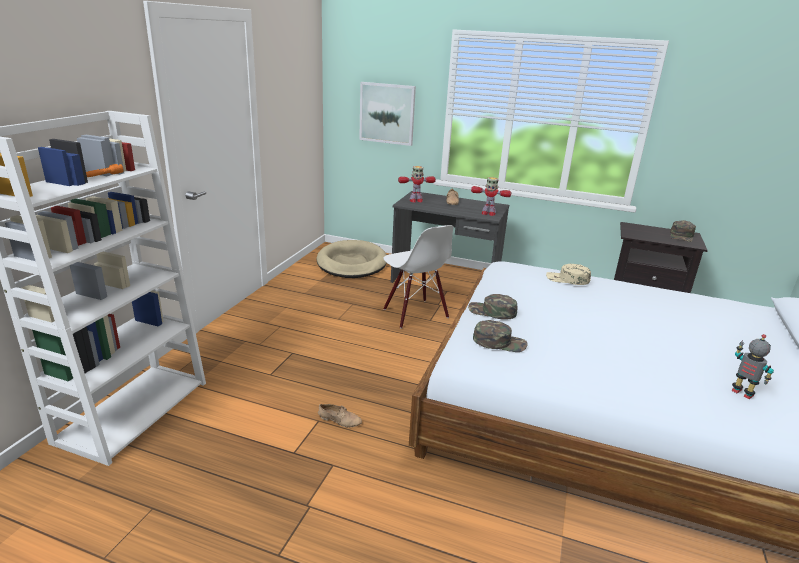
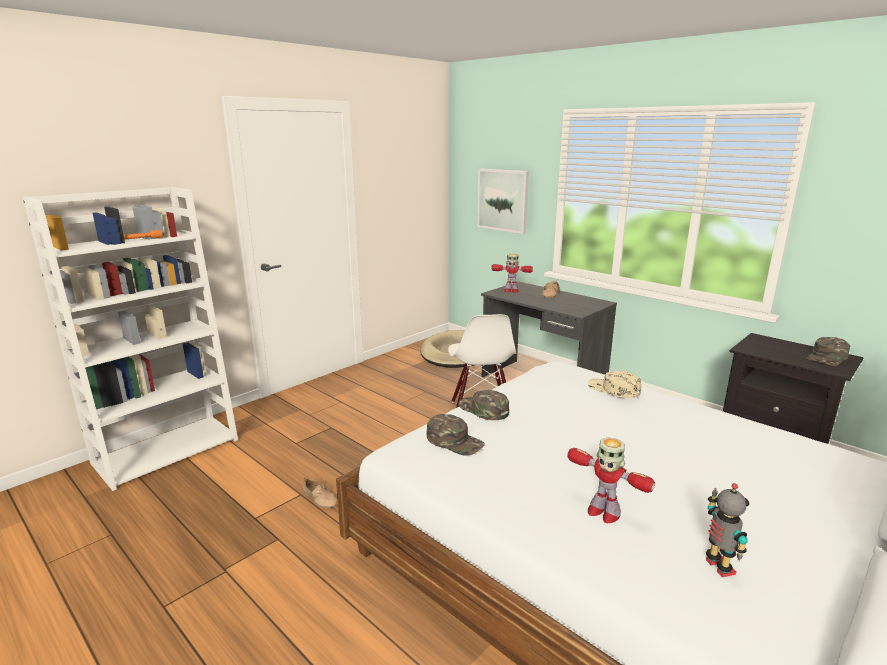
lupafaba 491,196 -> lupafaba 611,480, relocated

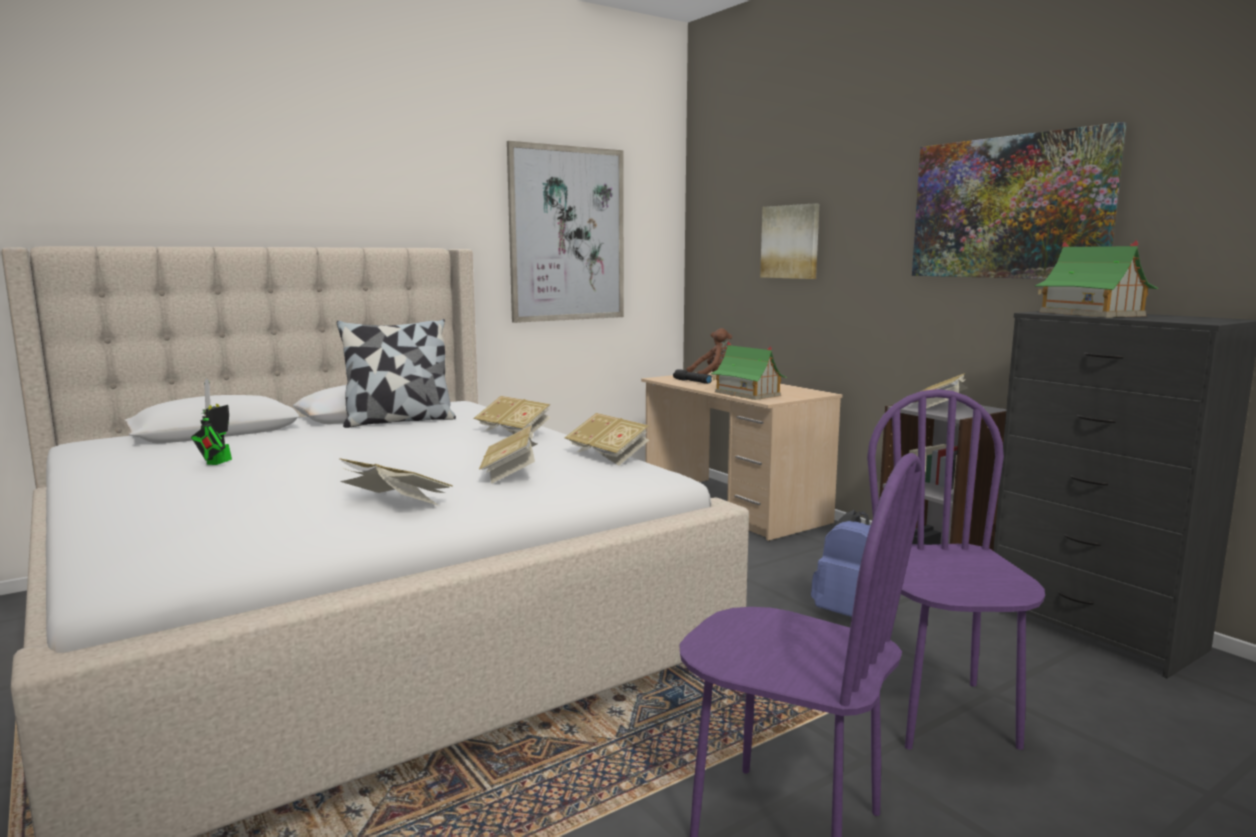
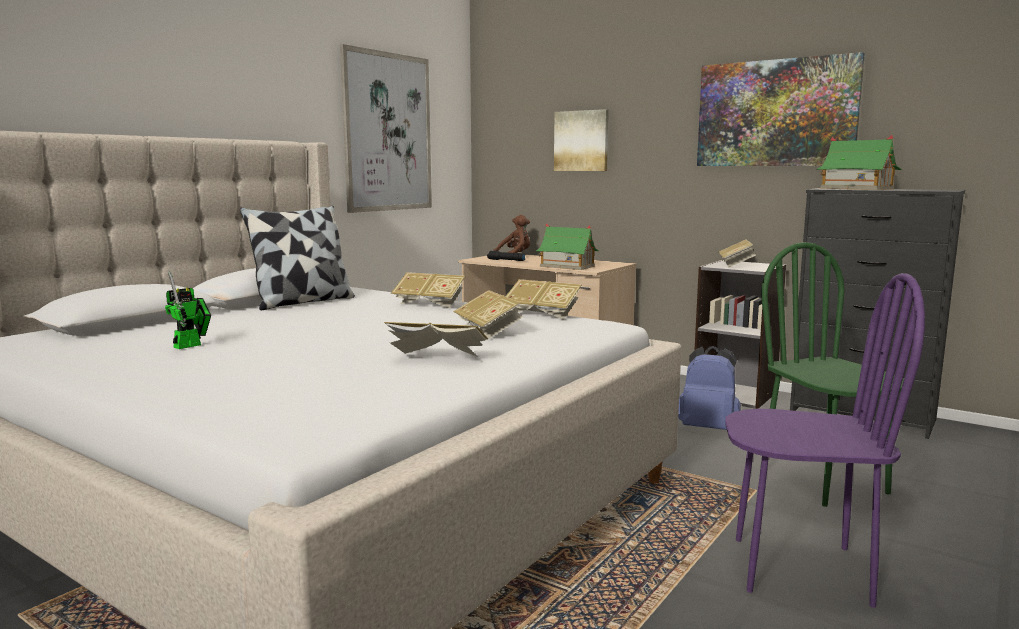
lupafaba 211,421 -> lupafaba 188,309, 135 degrees counterclockwise
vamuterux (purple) 956,569 -> vamuterux (green) 832,374

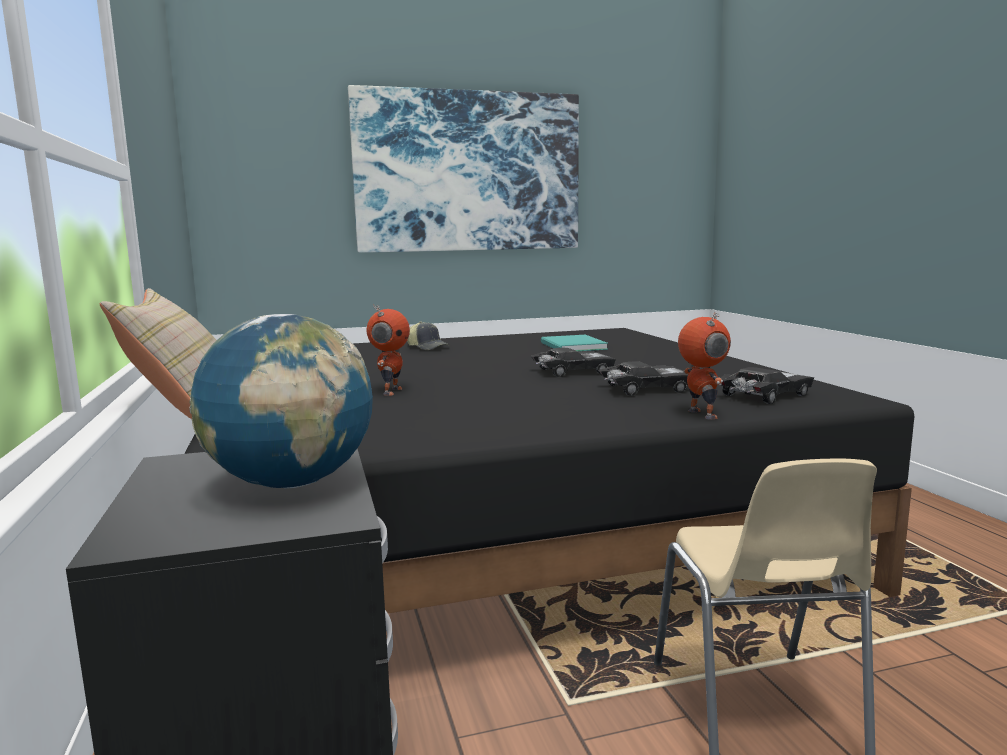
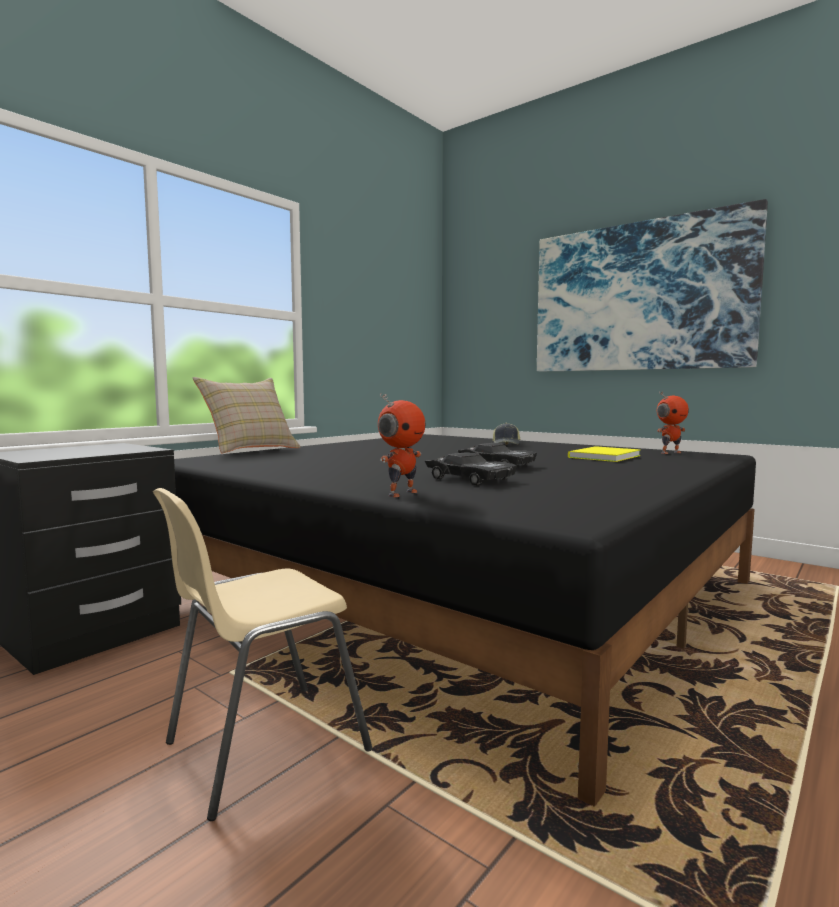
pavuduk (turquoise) 574,343 -> pavuduk (yellow) 604,454
lupafaba 388,350 -> lupafaba 673,422, relocated
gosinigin 281,401 -> none
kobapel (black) 766,385 -> none

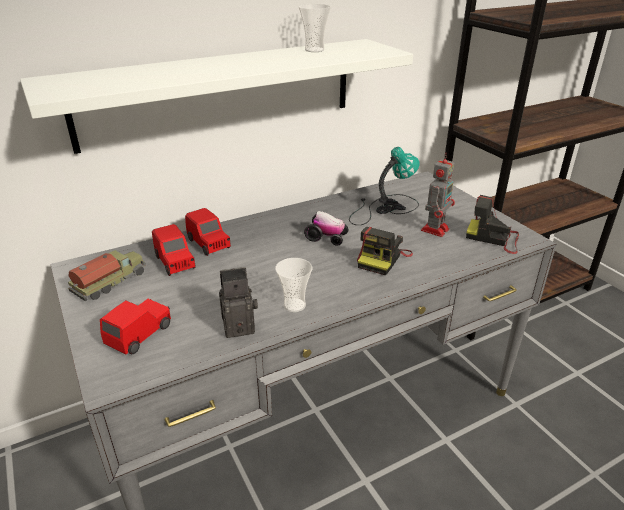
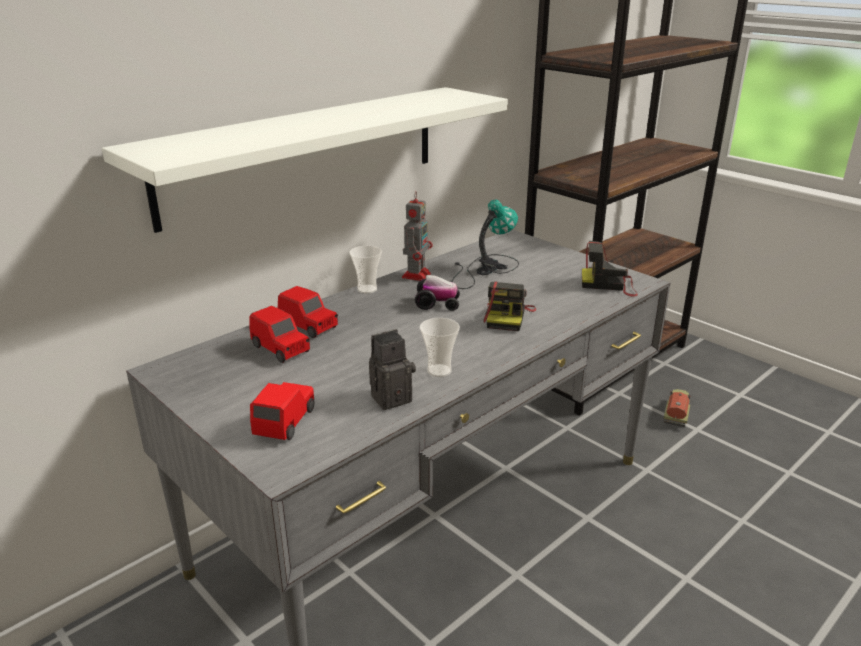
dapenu 315,28 -> dapenu 365,270, relocated
lupafaba 438,194 -> lupafaba 417,236, relocated
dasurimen 107,275 -> dasurimen 677,408, relocated

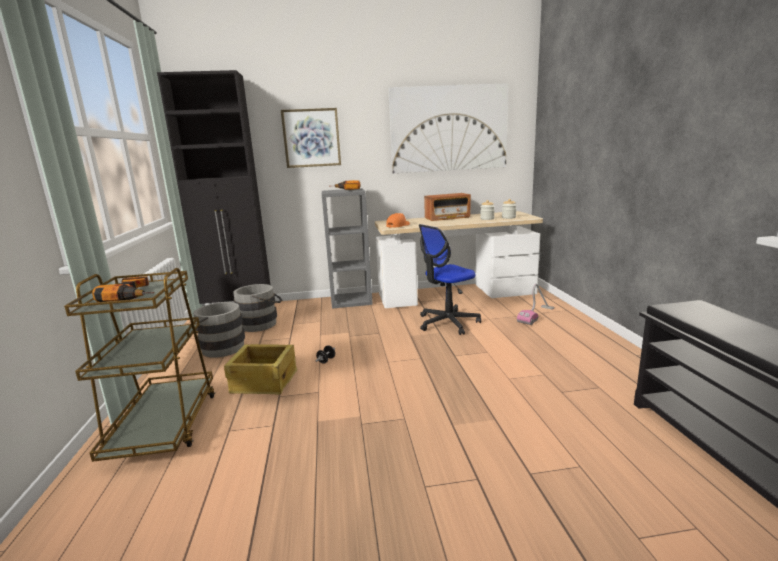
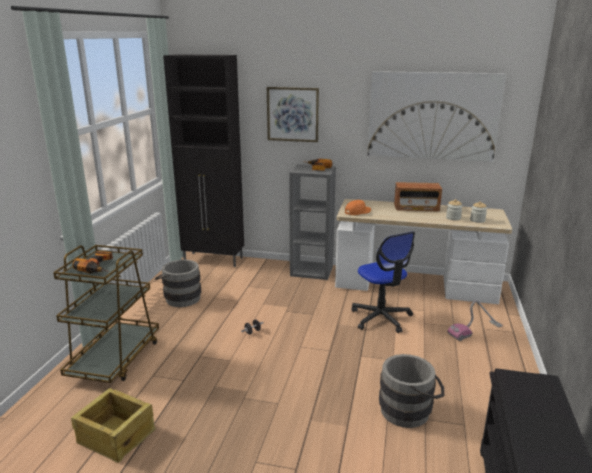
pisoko 260,369 -> pisoko 113,425, relocated
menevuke 450,279 -> menevuke 383,282, 105 degrees counterclockwise
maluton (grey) 257,308 -> maluton (grey) 411,391, relocated

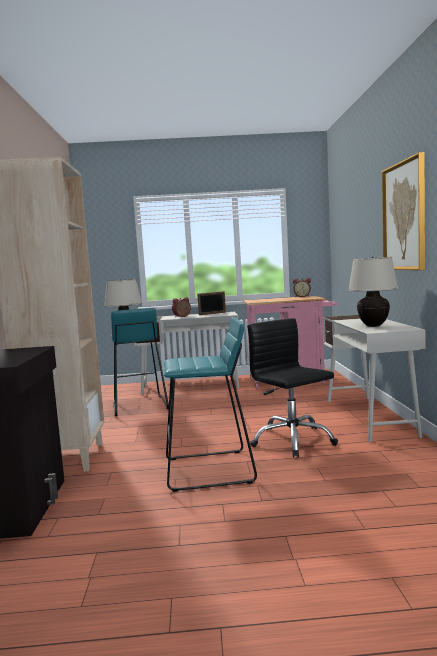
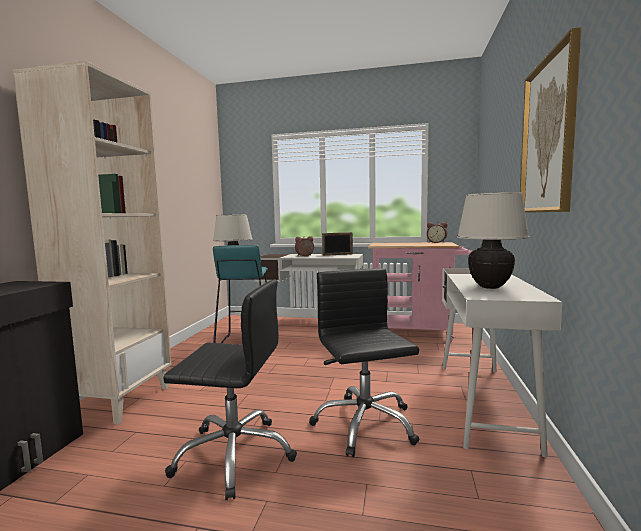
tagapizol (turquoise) 210,404 -> menevuke (black) 230,389

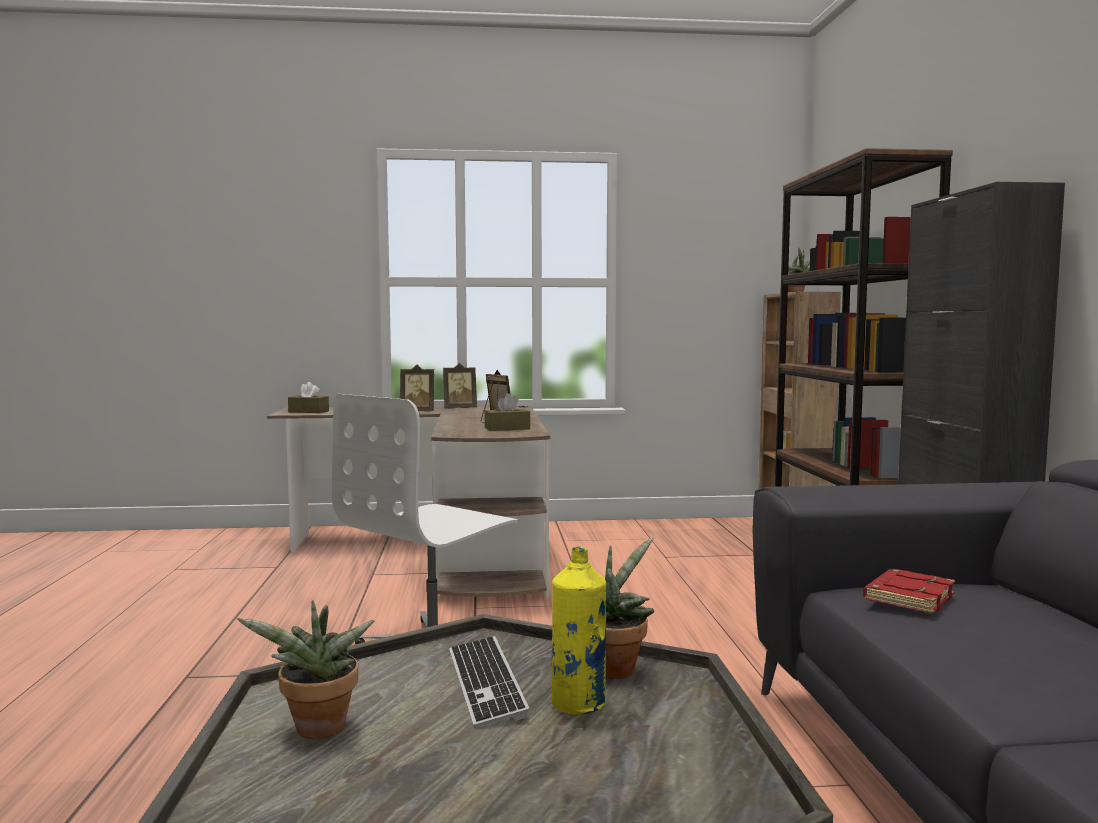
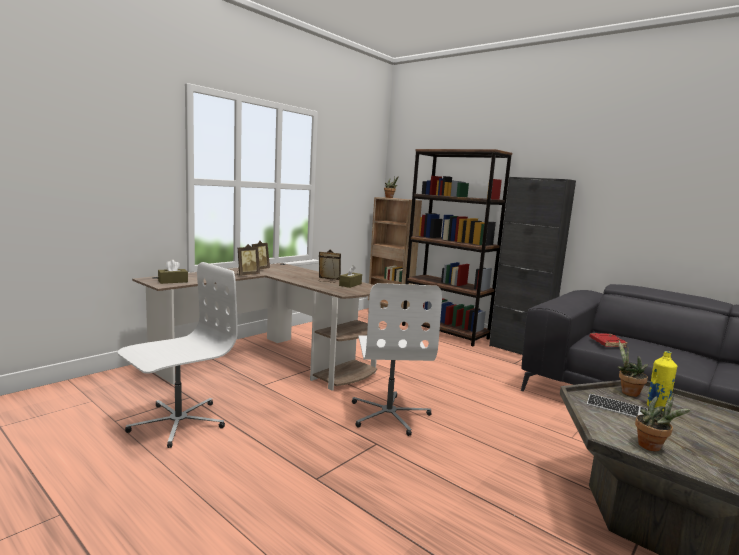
none -> menevuke (white) 178,355

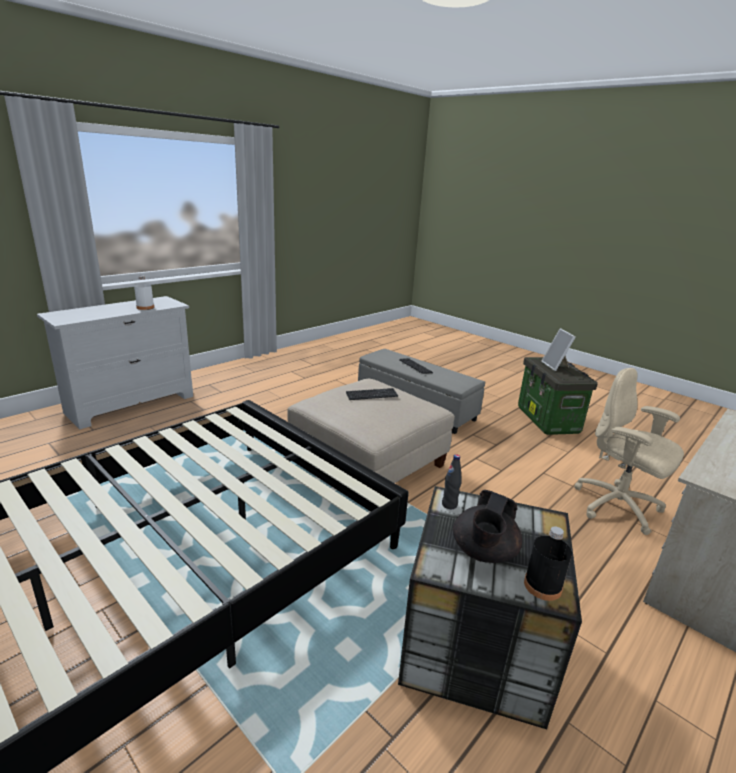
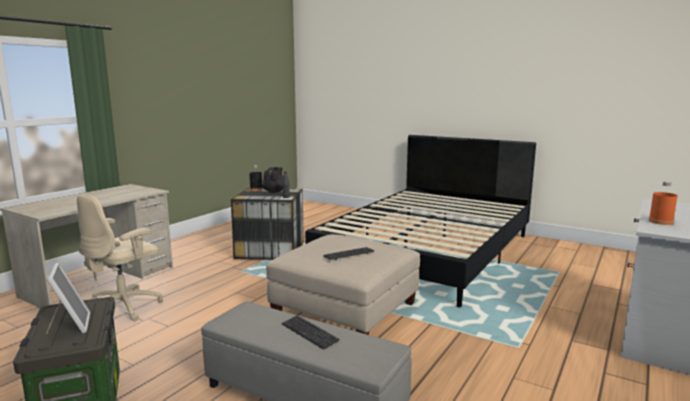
menevuke (beige) 629,451 -> menevuke (beige) 120,257, 90 degrees clockwise
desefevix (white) 144,293 -> desefevix (orange) 663,203

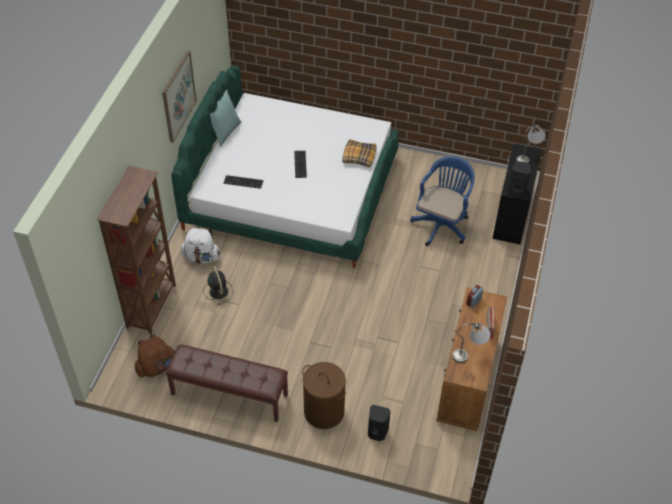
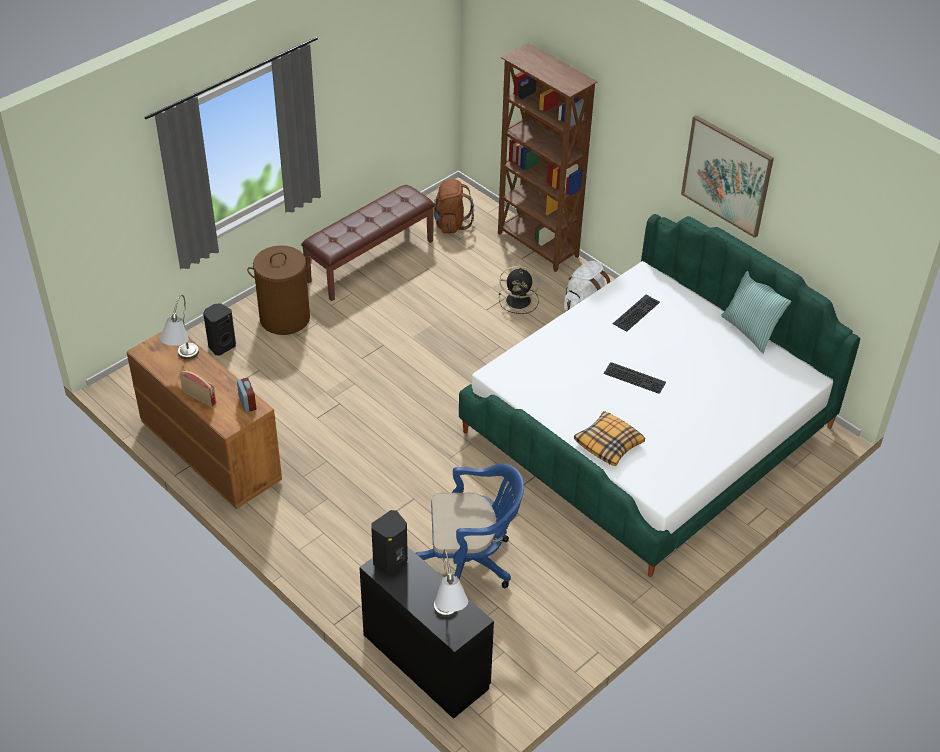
menevuke (blue) 442,201 -> menevuke (blue) 470,525, 60 degrees counterclockwise

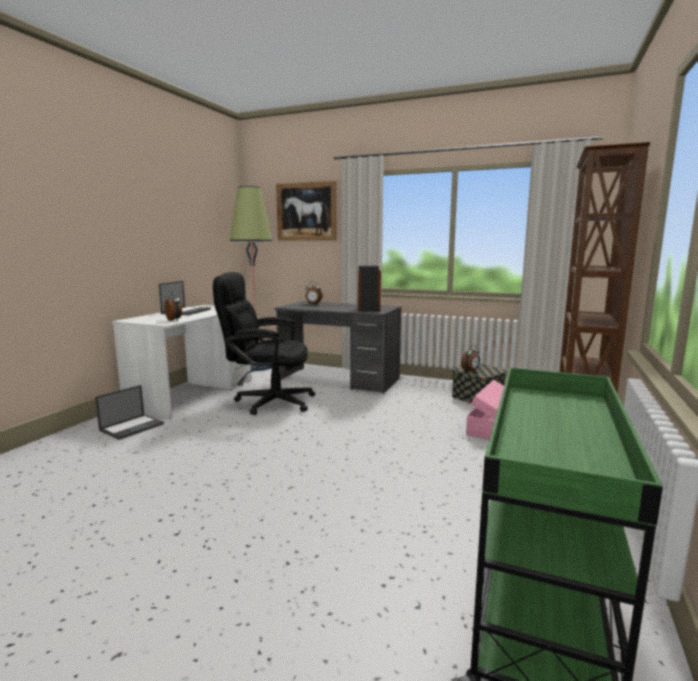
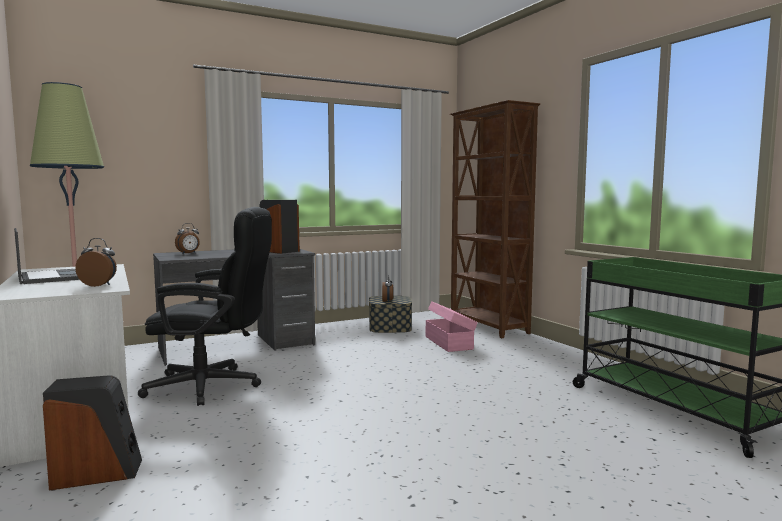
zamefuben 129,412 -> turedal 92,433
menevuke (black) 264,343 -> menevuke (black) 205,306, 135 degrees counterclockwise
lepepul 306,211 -> none

